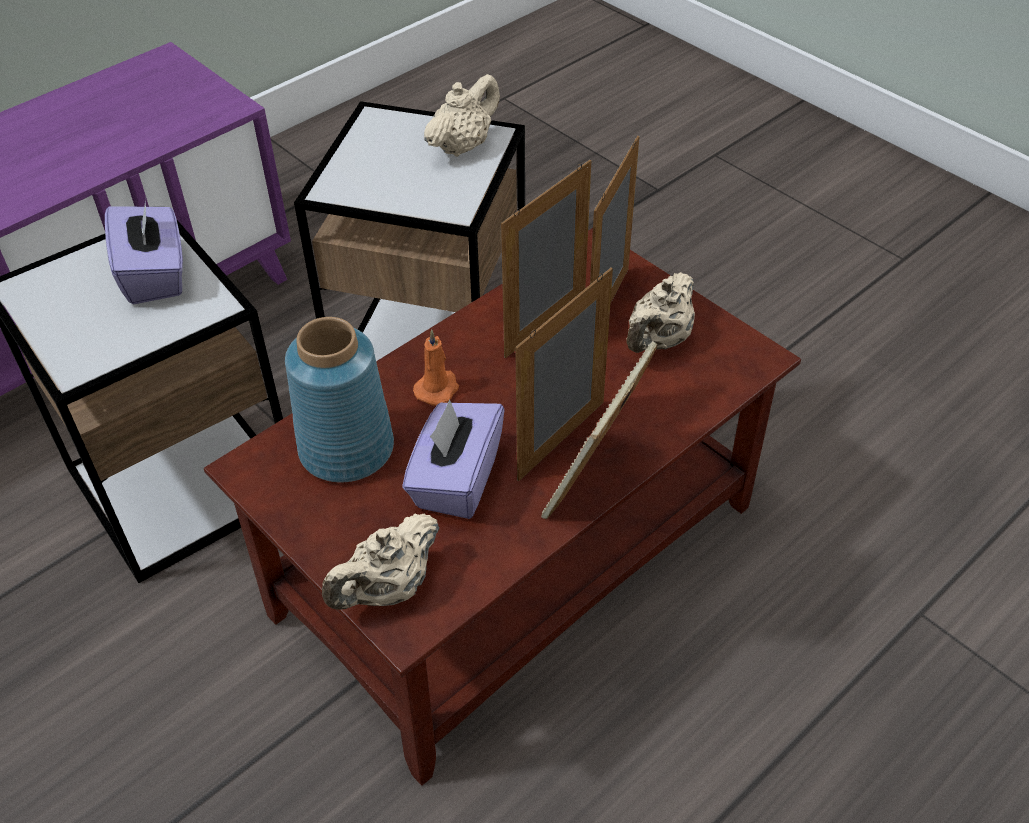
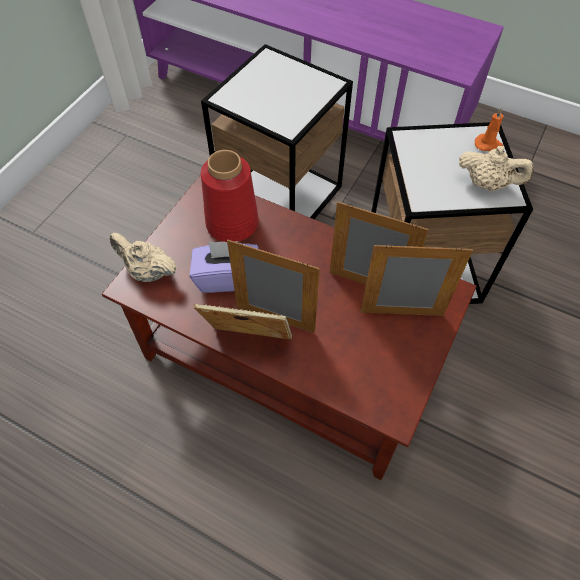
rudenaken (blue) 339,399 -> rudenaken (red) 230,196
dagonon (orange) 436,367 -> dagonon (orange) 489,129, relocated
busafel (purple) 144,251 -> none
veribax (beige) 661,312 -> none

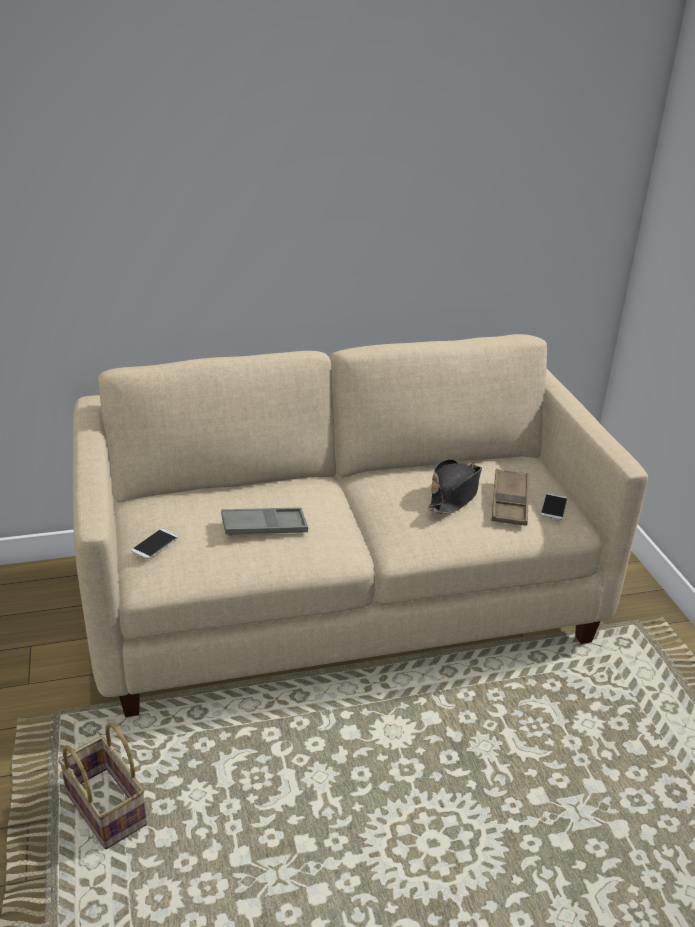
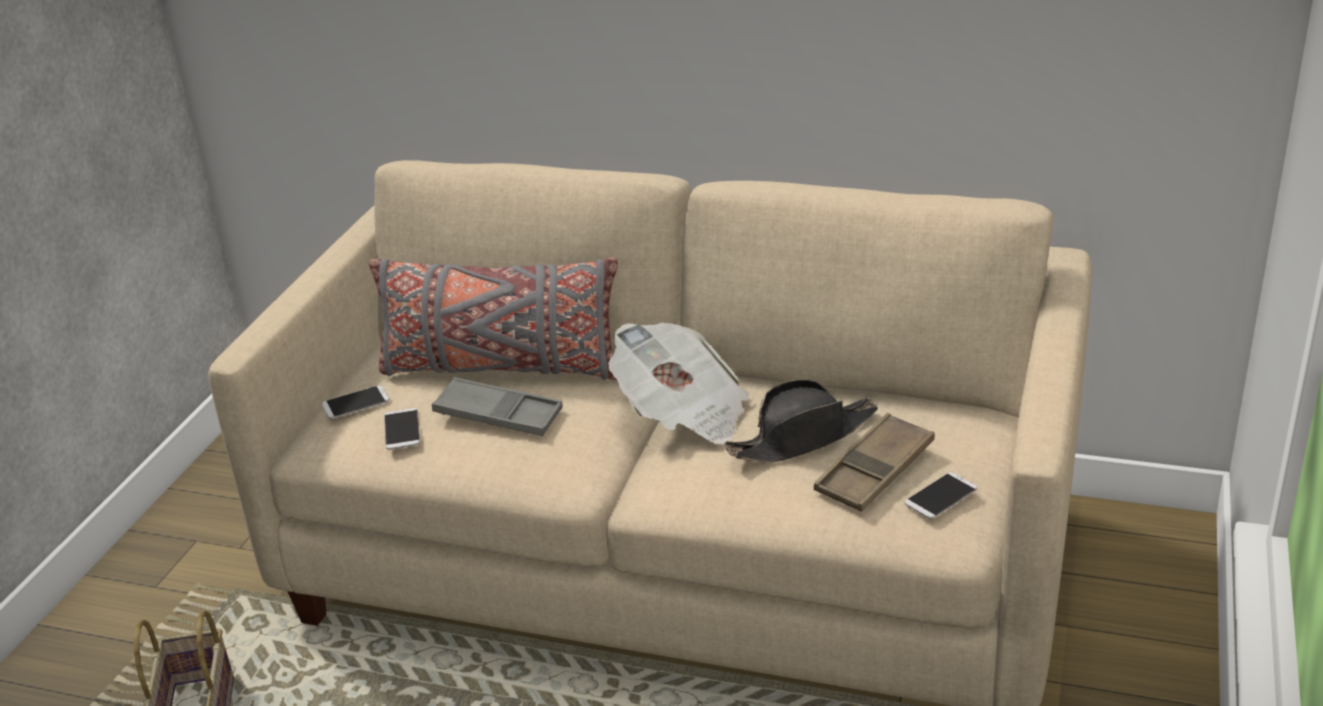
none -> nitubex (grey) 493,318
none -> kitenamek 402,429
none -> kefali 678,384

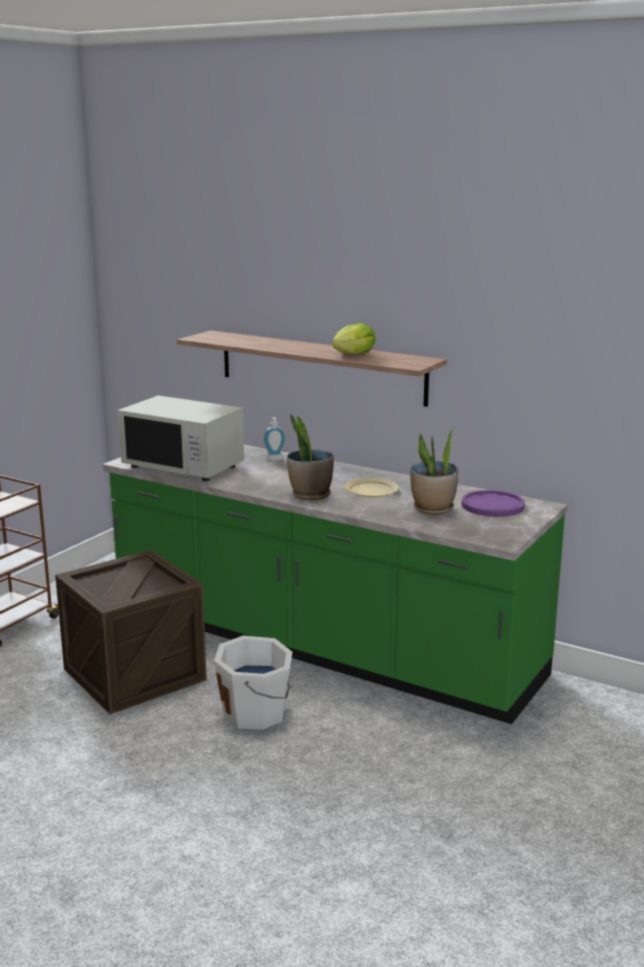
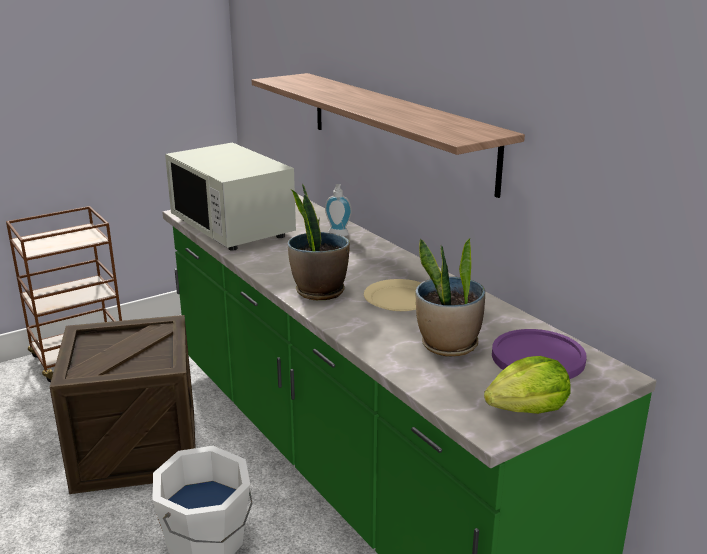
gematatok 353,338 -> gematatok 527,385, relocated

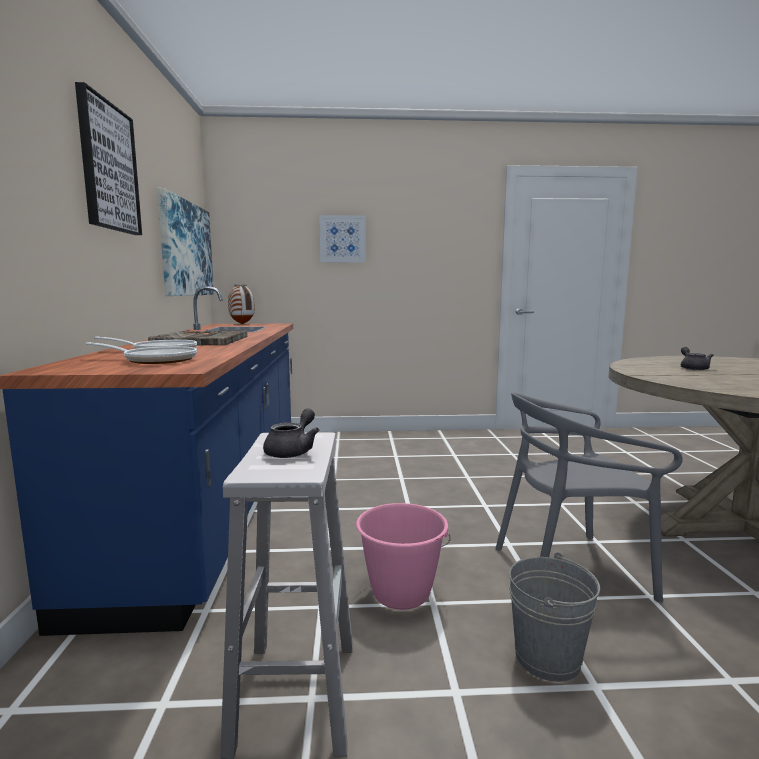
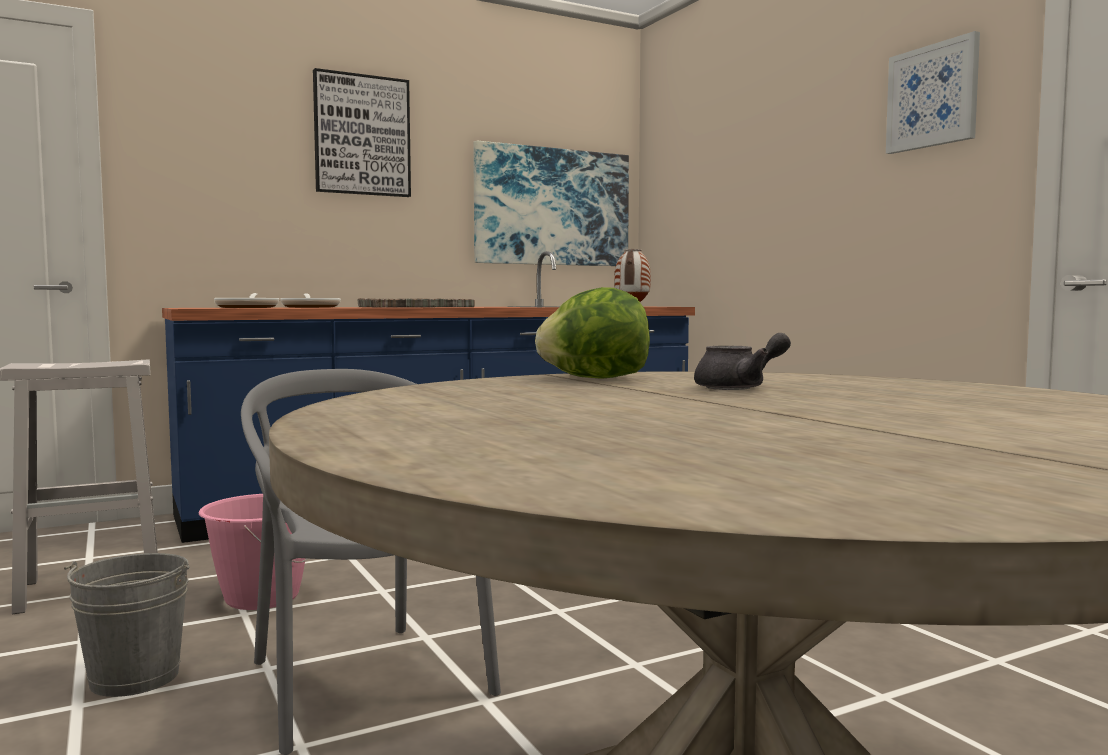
none -> gematatok 592,333
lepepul 342,239 -> lepepul 933,92, relocated
veribax (grey) 291,433 -> none

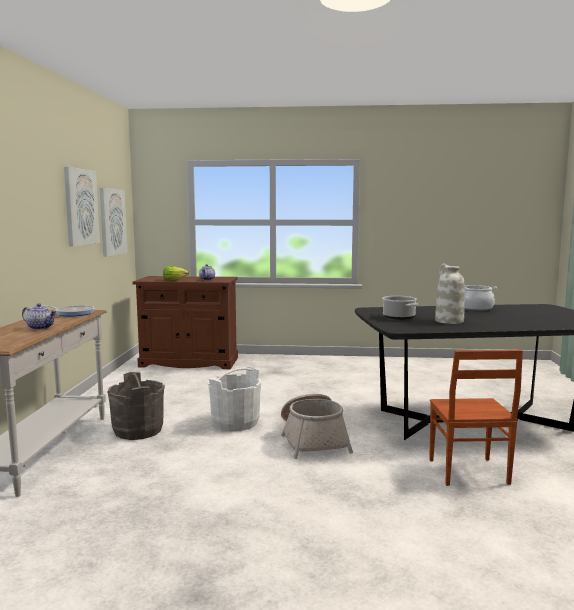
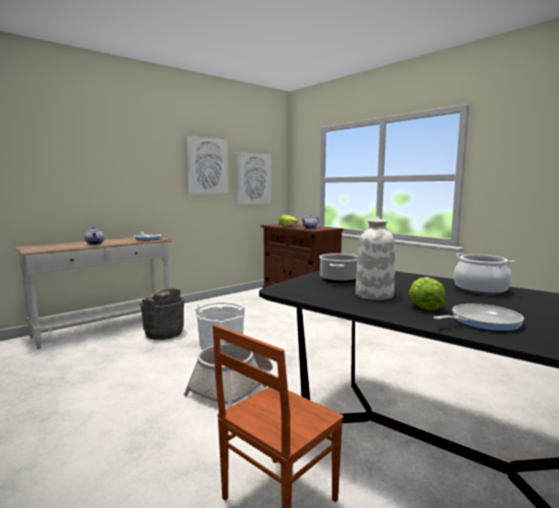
none -> gematatok 427,293
none -> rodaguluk 478,317

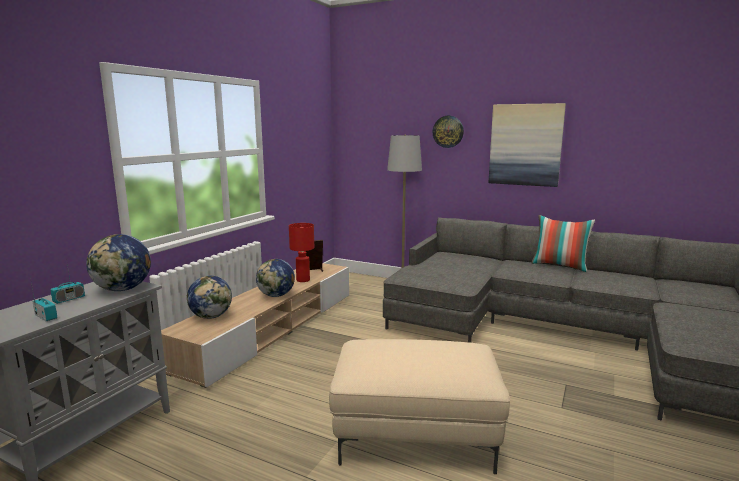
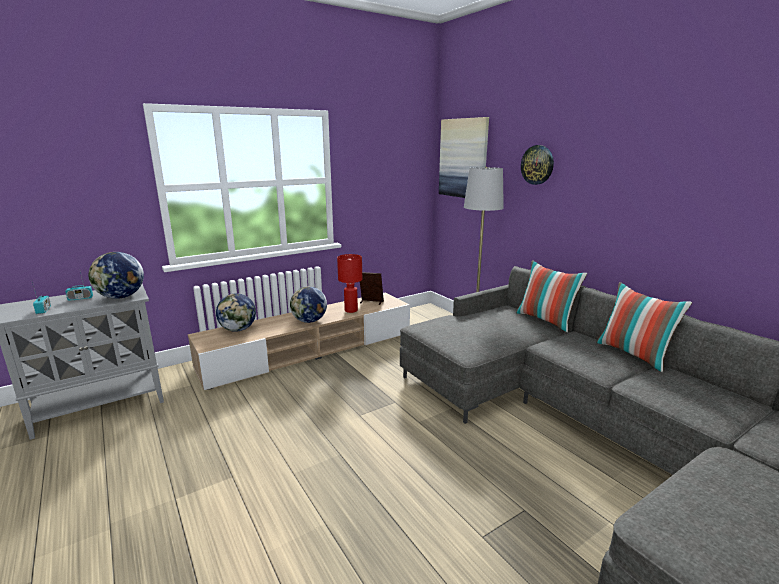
lepepul 527,145 -> lepepul 464,157, relocated
none -> nitubex 551,296
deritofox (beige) 419,406 -> none

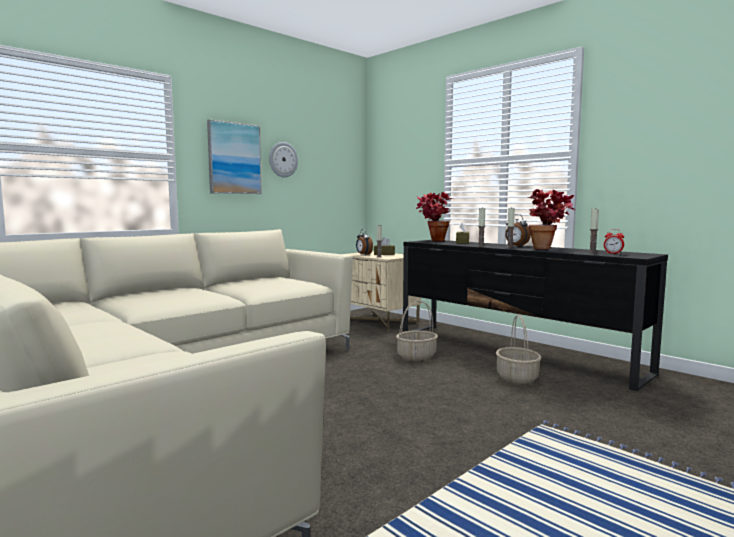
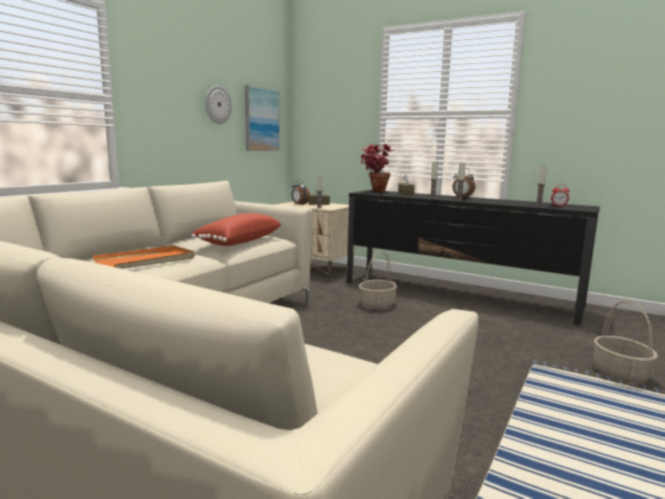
none -> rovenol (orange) 144,257
none -> nitubex (red) 236,229
lepepul 234,156 -> lepepul 262,118, relocated
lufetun 519,349 -> lufetun 625,341, relocated
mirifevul 551,219 -> none

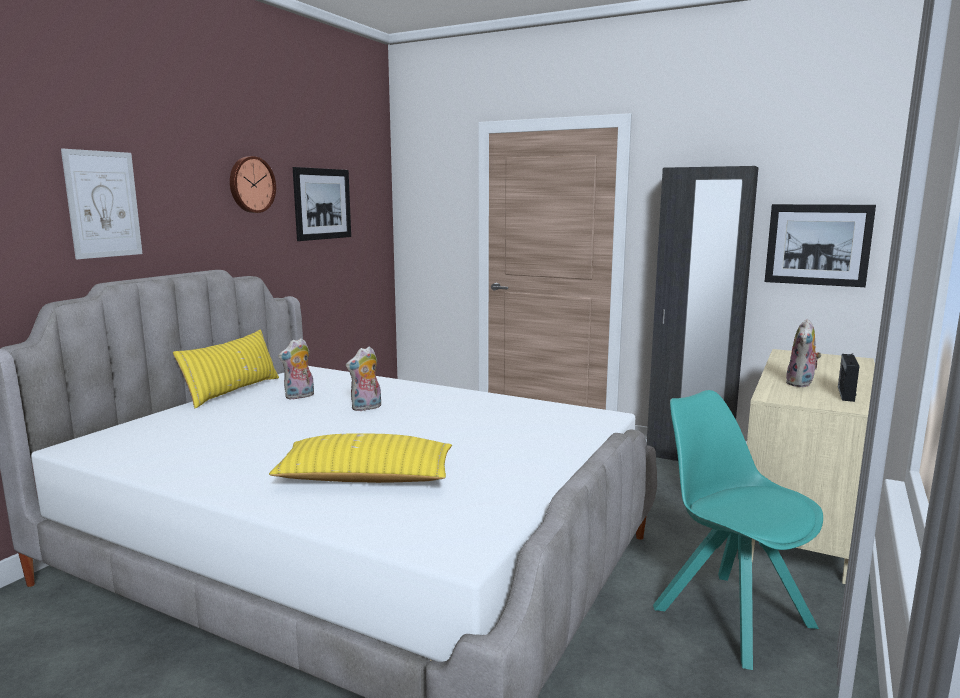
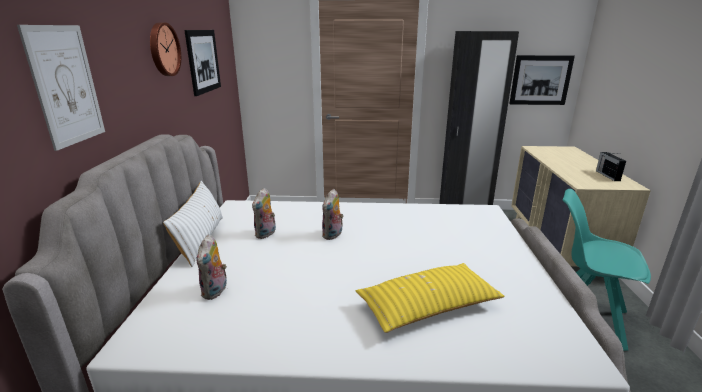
nitubex (yellow) 226,369 -> nitubex (white) 193,224
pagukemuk 804,353 -> pagukemuk 211,267, relocated

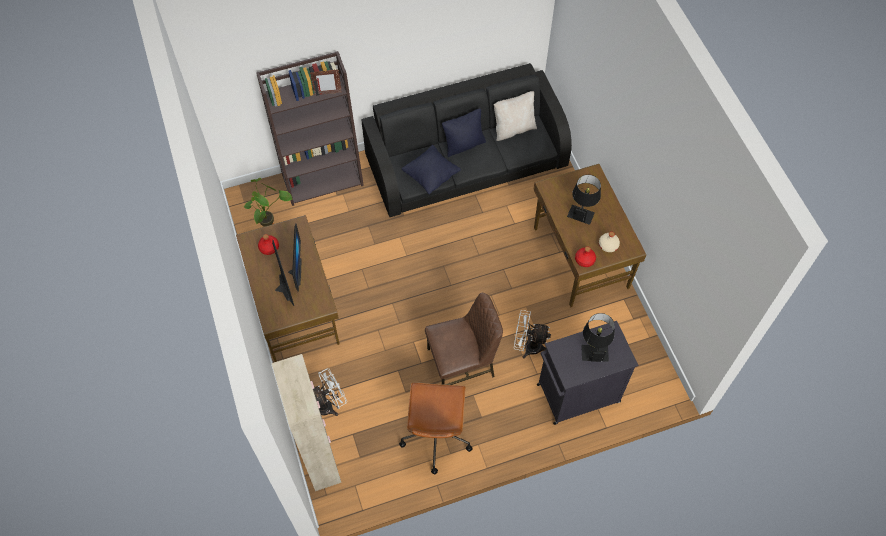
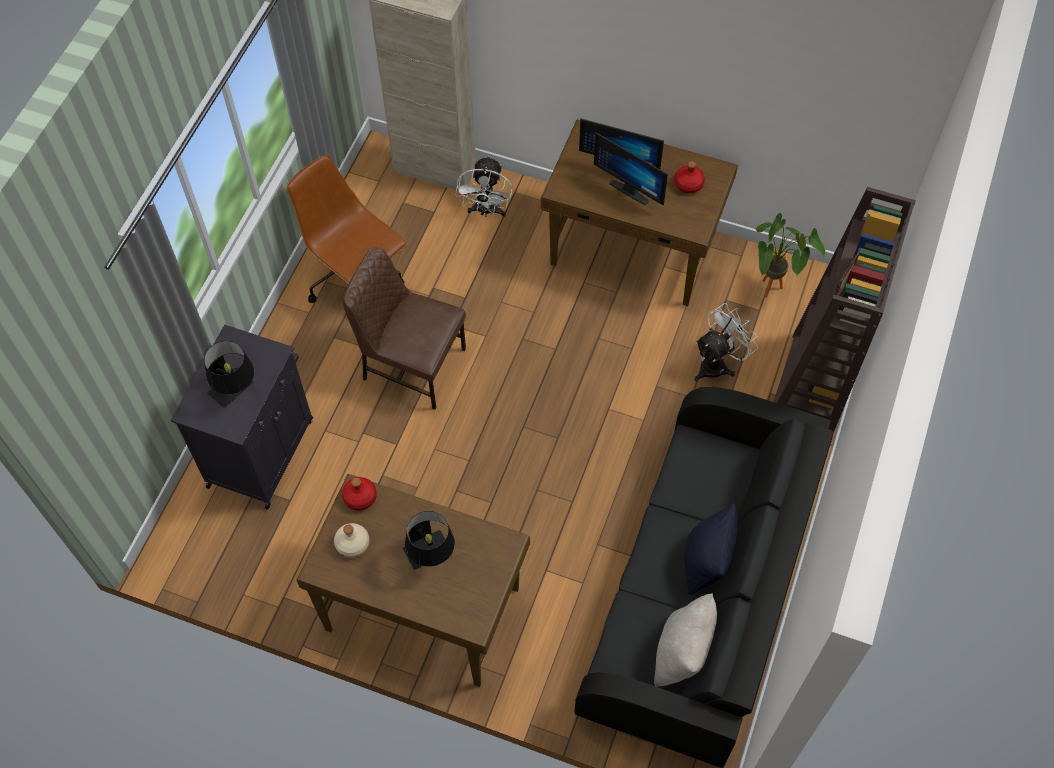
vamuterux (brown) 464,339 -> vamuterux (brown) 404,328, 90 degrees clockwise
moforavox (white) 532,334 -> moforavox (white) 726,342, relocated
nitubex (black) 431,169 -> none

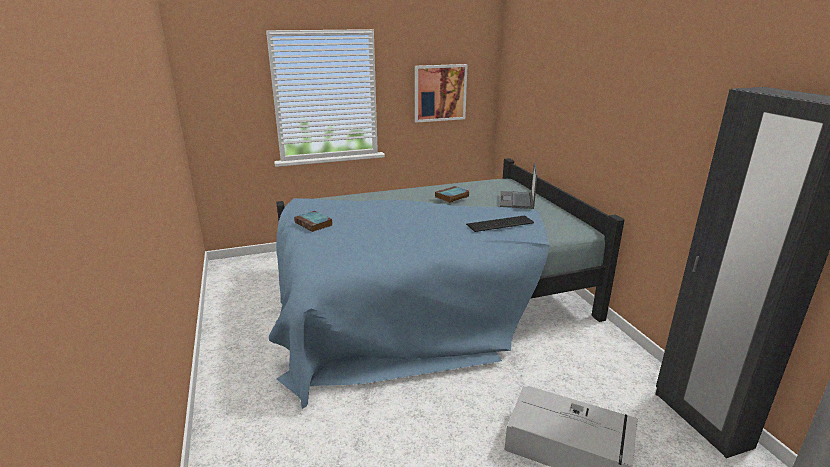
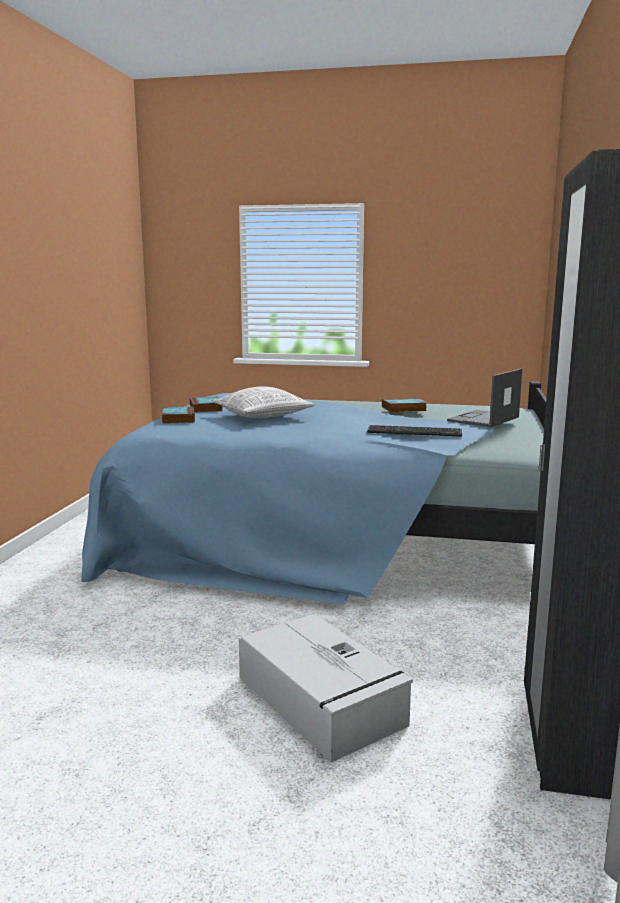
none -> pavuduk 178,415
none -> nitubex 263,402
lepepul 441,93 -> none

